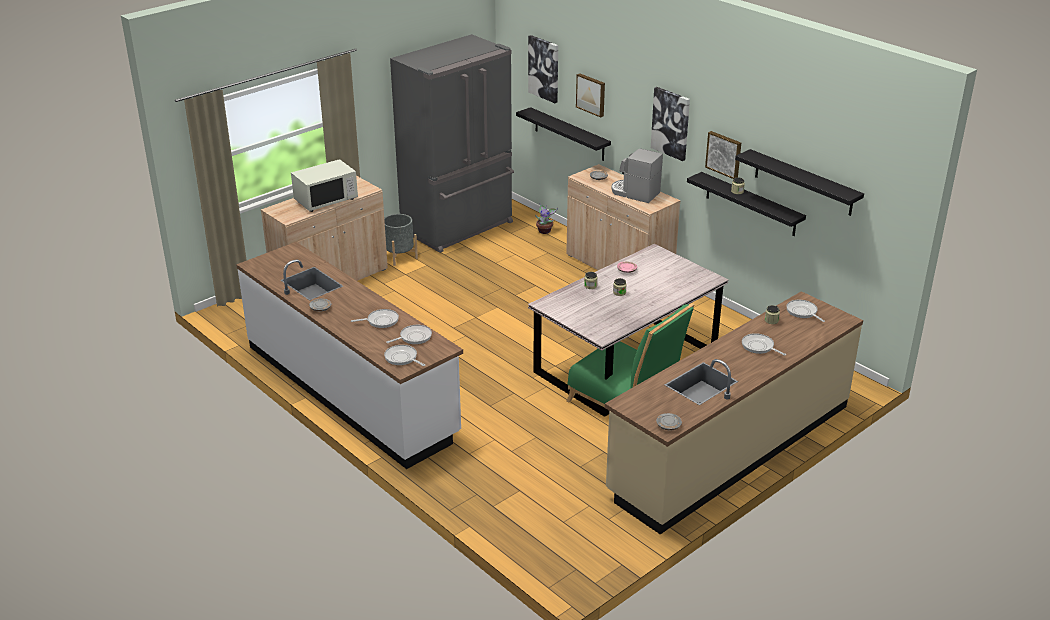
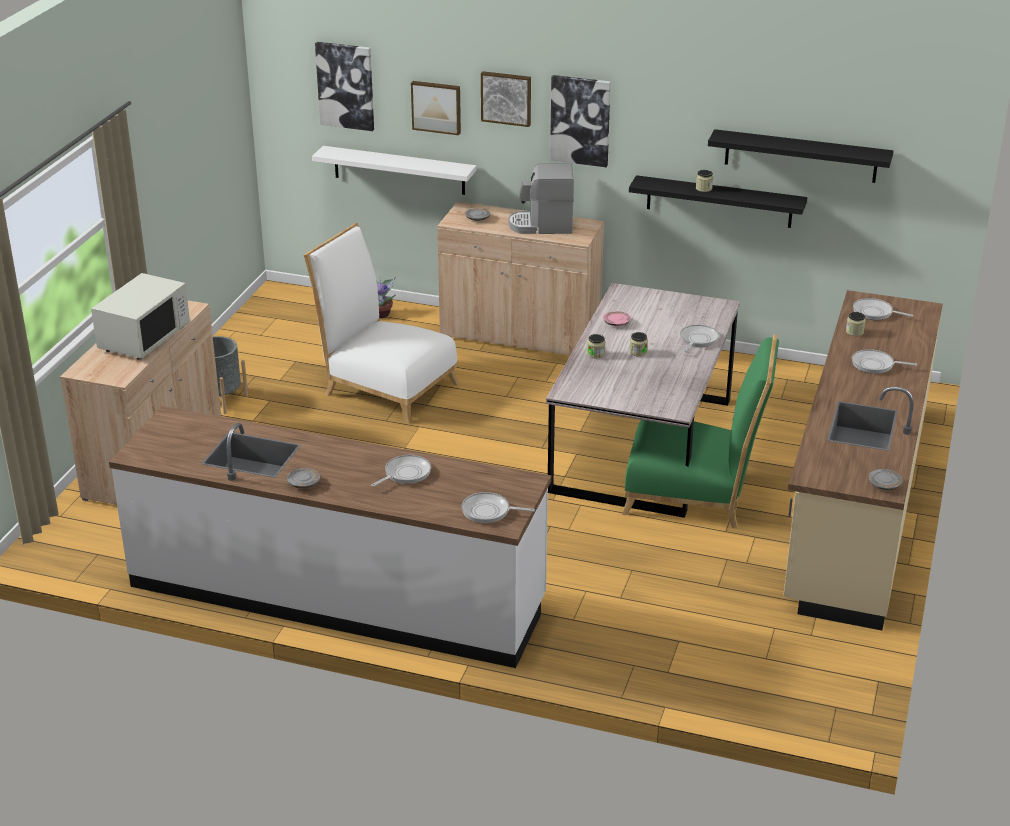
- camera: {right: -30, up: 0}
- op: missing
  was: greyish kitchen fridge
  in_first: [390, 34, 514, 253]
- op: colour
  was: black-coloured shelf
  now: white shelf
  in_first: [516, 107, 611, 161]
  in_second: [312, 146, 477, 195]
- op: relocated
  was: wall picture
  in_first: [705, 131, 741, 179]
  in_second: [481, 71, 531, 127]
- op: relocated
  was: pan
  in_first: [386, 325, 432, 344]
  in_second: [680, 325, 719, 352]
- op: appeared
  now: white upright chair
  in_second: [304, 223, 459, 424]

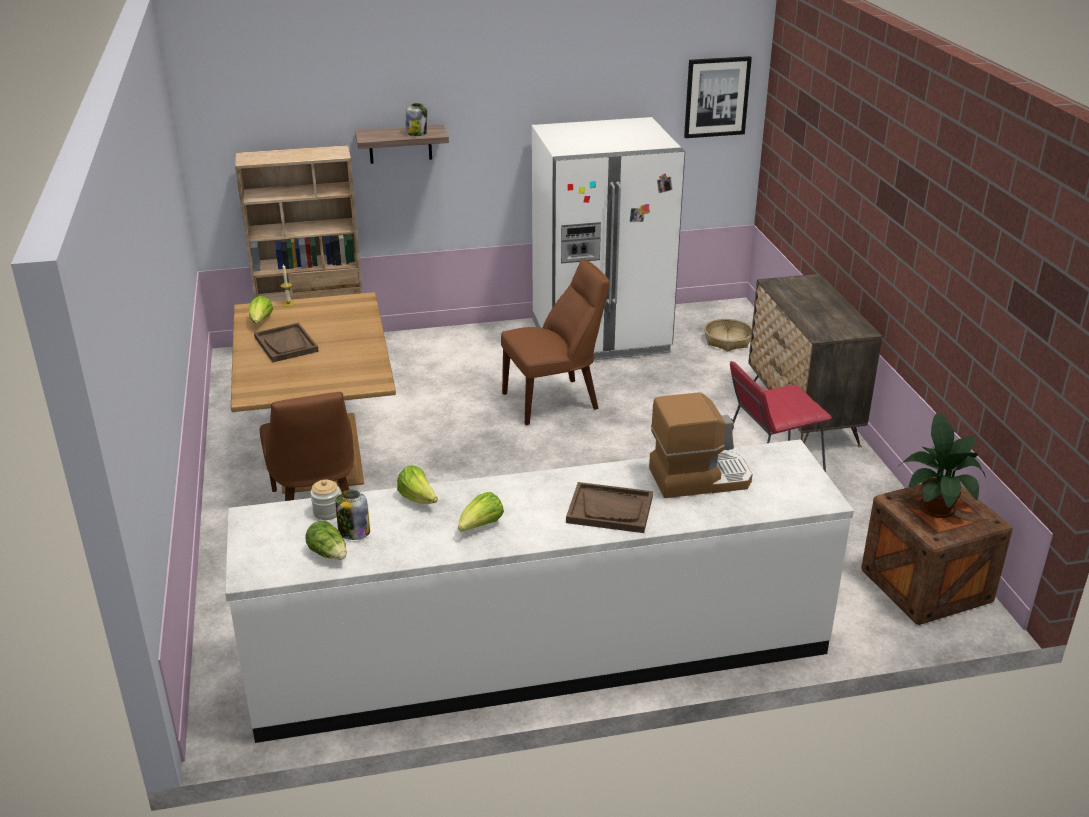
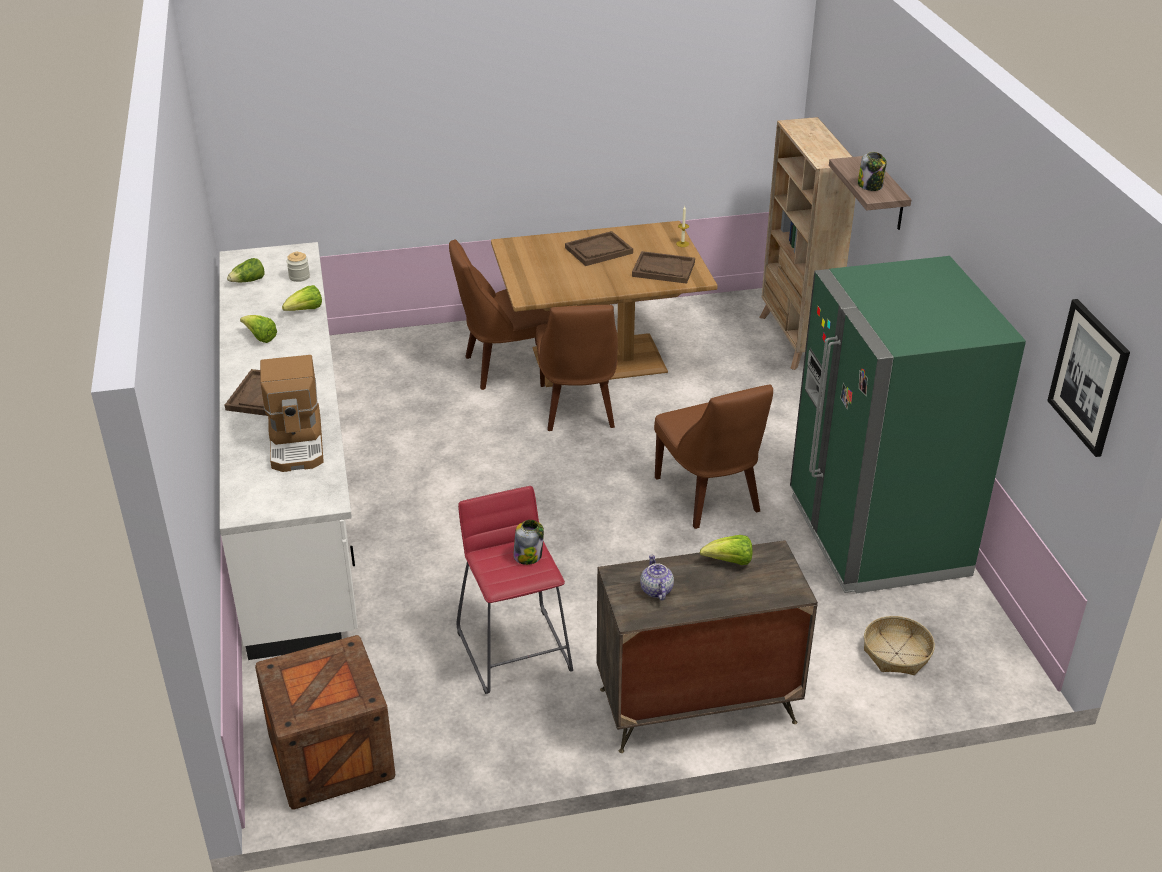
- camera: {right: 90, up: 5}
- op: colour
  was: white kitchen fridge
  now: green kitchen fridge
  in_first: [532, 117, 685, 360]
  in_second: [790, 256, 1026, 593]
- op: relocated
  was: head of lettuce
  in_first: [249, 296, 273, 324]
  in_second: [700, 535, 752, 565]
- op: missing
  was: potted plant
  in_first: [901, 413, 986, 518]
- op: relocated
  was: jar
  in_first: [336, 490, 370, 540]
  in_second: [513, 520, 544, 565]
- op: appeared
  now: brownish carrying tray
  in_second: [632, 251, 695, 284]
- op: appeared
  now: brownish upright chair
  in_second: [536, 305, 618, 431]
- op: appeared
  now: teapot
  in_second: [640, 554, 674, 601]

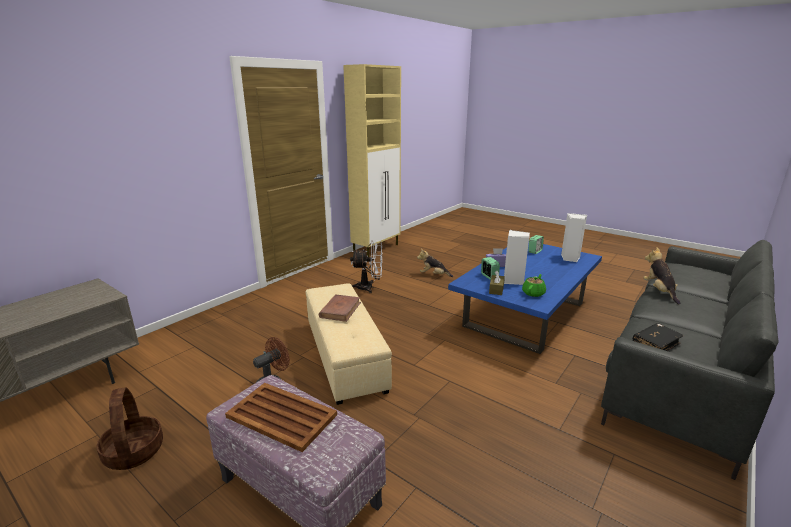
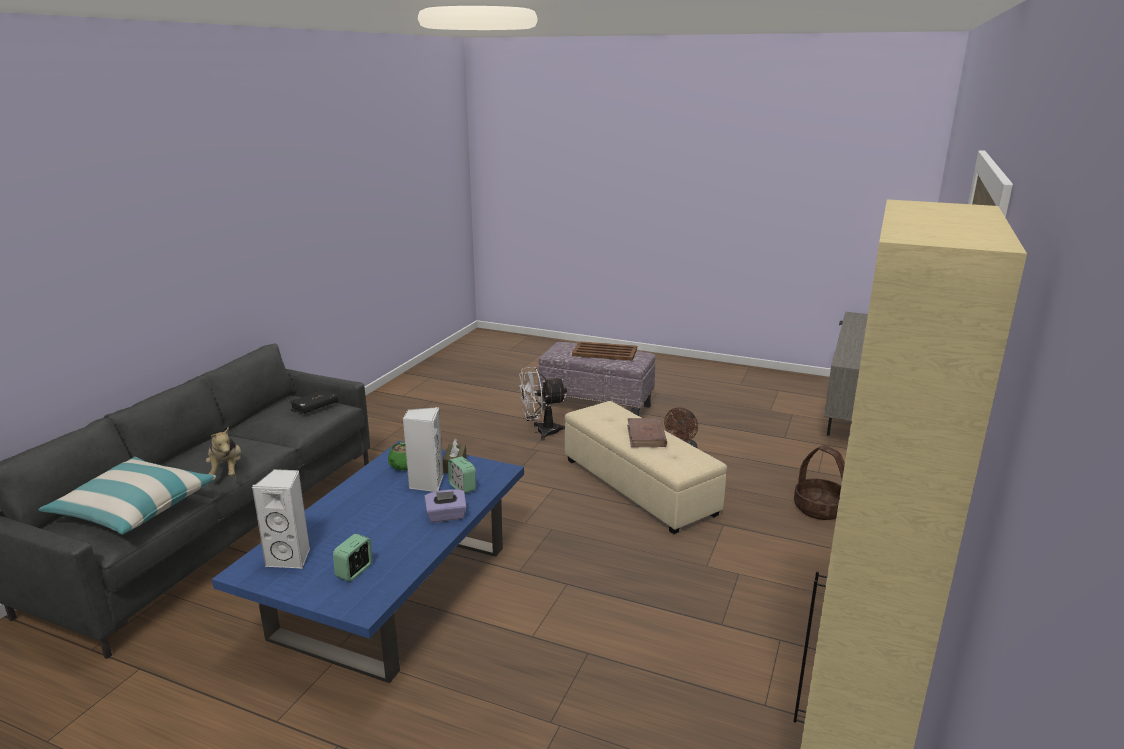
- camera: {right: 165, up: 0}
- op: relocated
  was: white fan
  in_first: [350, 240, 382, 293]
  in_second: [519, 367, 567, 440]
- op: missing
  was: plush toy
  in_first: [417, 248, 454, 277]
- op: relocated
  was: household basket
  in_first: [96, 387, 163, 470]
  in_second: [794, 445, 845, 520]
- op: appeared
  now: cushion
  in_second: [38, 457, 216, 535]

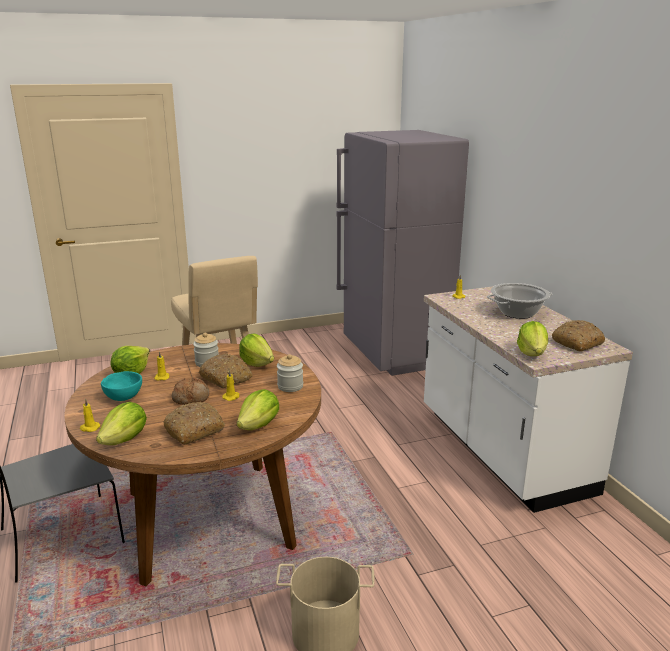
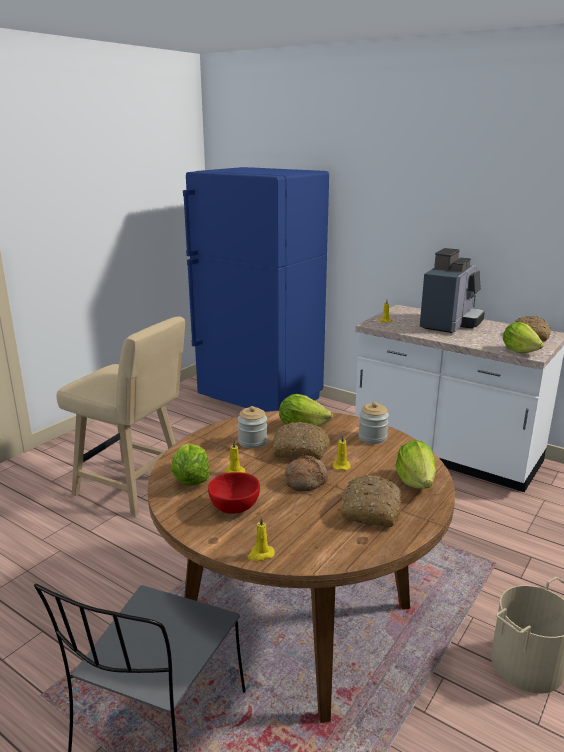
- camera: {right: -35, up: 0}
- op: colour
  was: greyish kitchen fridge
  now: blue kitchen fridge
  in_first: [337, 130, 469, 376]
  in_second: [183, 167, 329, 412]
- op: exchanged
  was: saucepot
  now: coffee maker
  in_first: [487, 283, 552, 319]
  in_second: [420, 248, 485, 333]
- op: colour
  was: turquoise-coloured bowl
  now: red bowl
  in_first: [101, 371, 142, 401]
  in_second: [208, 472, 260, 514]
- op: missing
  was: head of lettuce
  in_first: [96, 402, 147, 445]

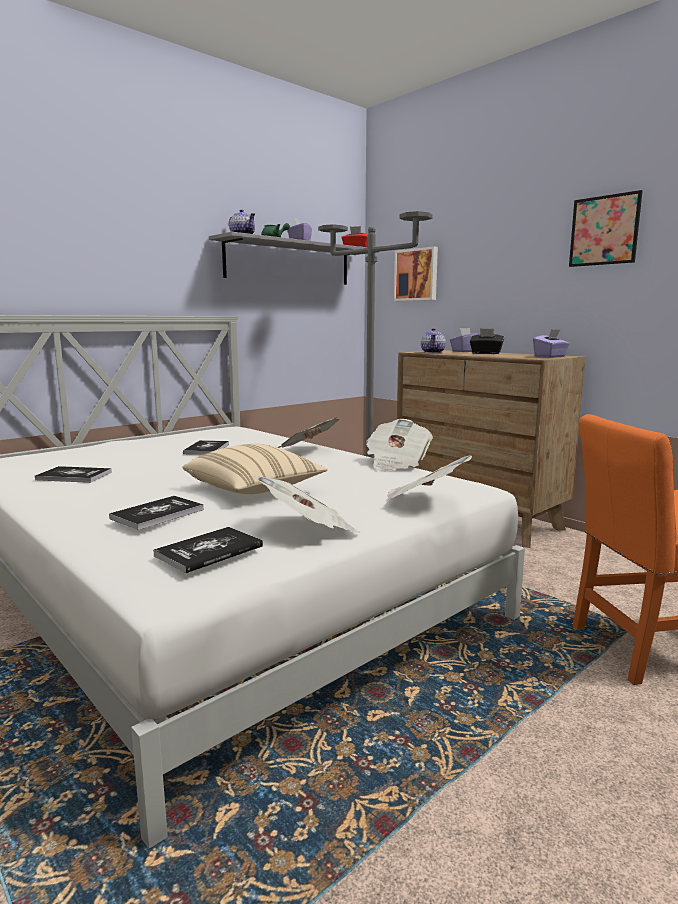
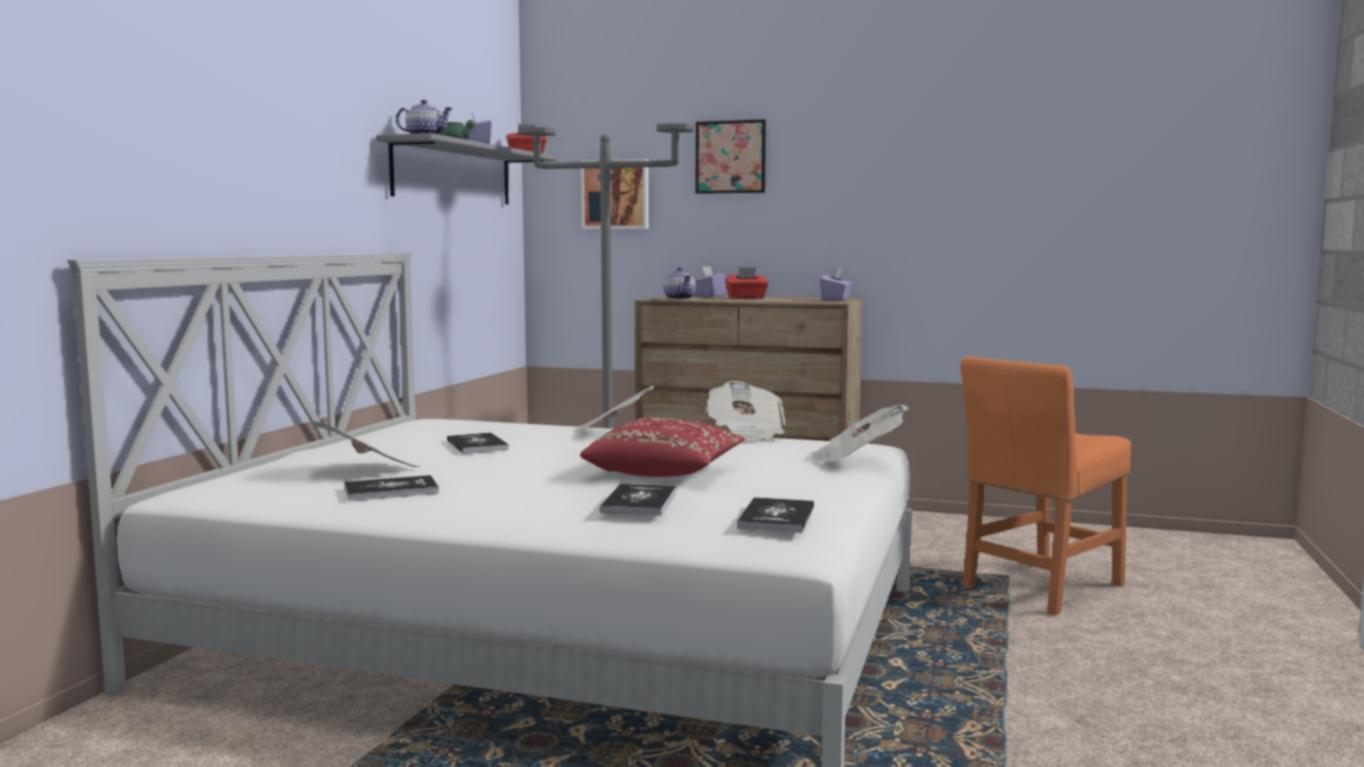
- camera: {right: -30, up: -5}
- op: relocated
  was: wall picture
  in_first: [569, 190, 642, 267]
  in_second: [696, 119, 766, 194]
- op: colour
  was: black-coloured tissue holder
  now: red tissue holder
  in_first: [470, 328, 504, 354]
  in_second: [725, 267, 769, 299]
- op: colour
  was: beige cushion
  now: red cushion
  in_first: [182, 444, 328, 494]
  in_second: [580, 417, 745, 477]
- op: relocated
  was: newspaper
  in_first: [254, 476, 360, 533]
  in_second: [310, 421, 420, 467]

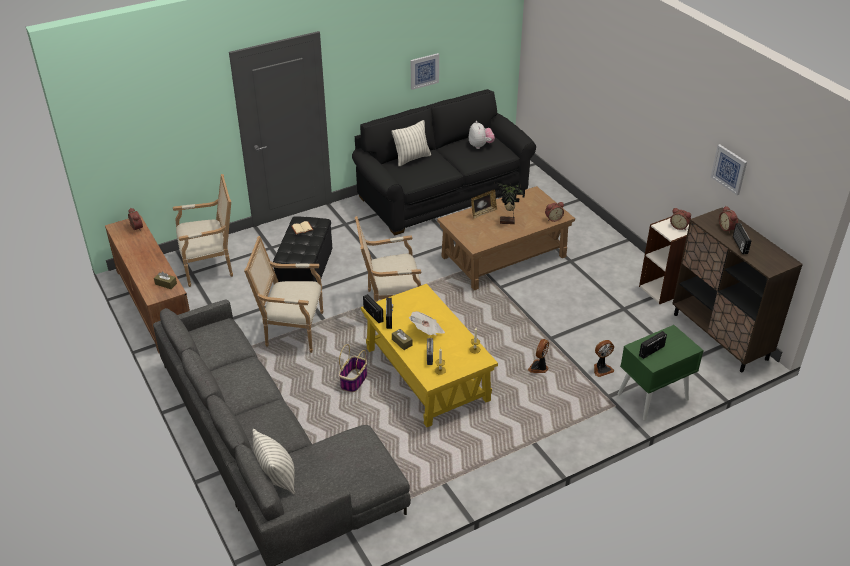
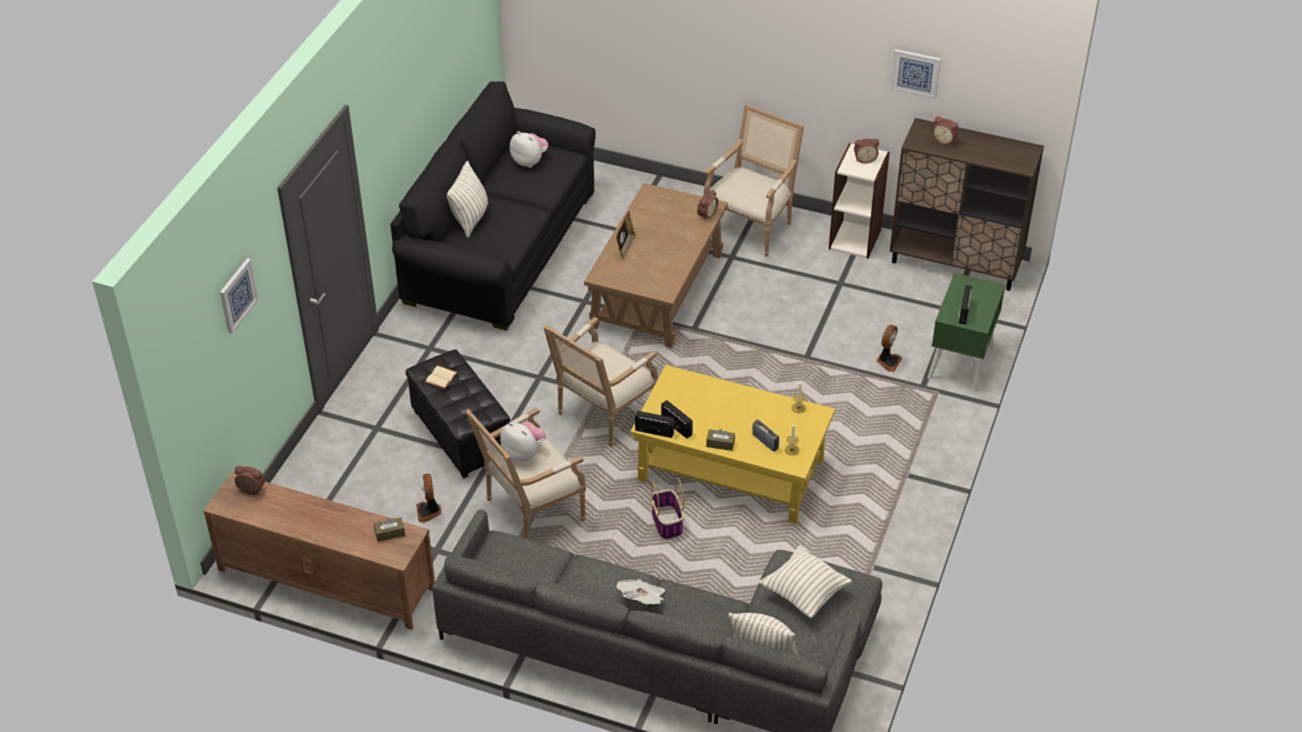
- camera: {right: -40, up: 5}
- op: relocated
  was: wall picture
  in_first: [411, 53, 439, 90]
  in_second: [220, 258, 259, 334]
- op: relocated
  was: armchair
  in_first: [173, 174, 233, 287]
  in_second: [704, 105, 804, 257]
- op: missing
  was: potted plant
  in_first: [494, 182, 525, 224]
- op: missing
  was: radio
  in_first: [733, 223, 751, 254]
- op: relocated
  was: newspaper
  in_first: [409, 311, 445, 335]
  in_second: [617, 579, 665, 604]
- op: relocated
  was: fan
  in_first: [528, 339, 549, 373]
  in_second: [416, 474, 441, 523]
- op: appeared
  now: plush toy
  in_second: [500, 421, 546, 462]
- op: appeared
  now: cushion
  in_second: [759, 546, 852, 618]

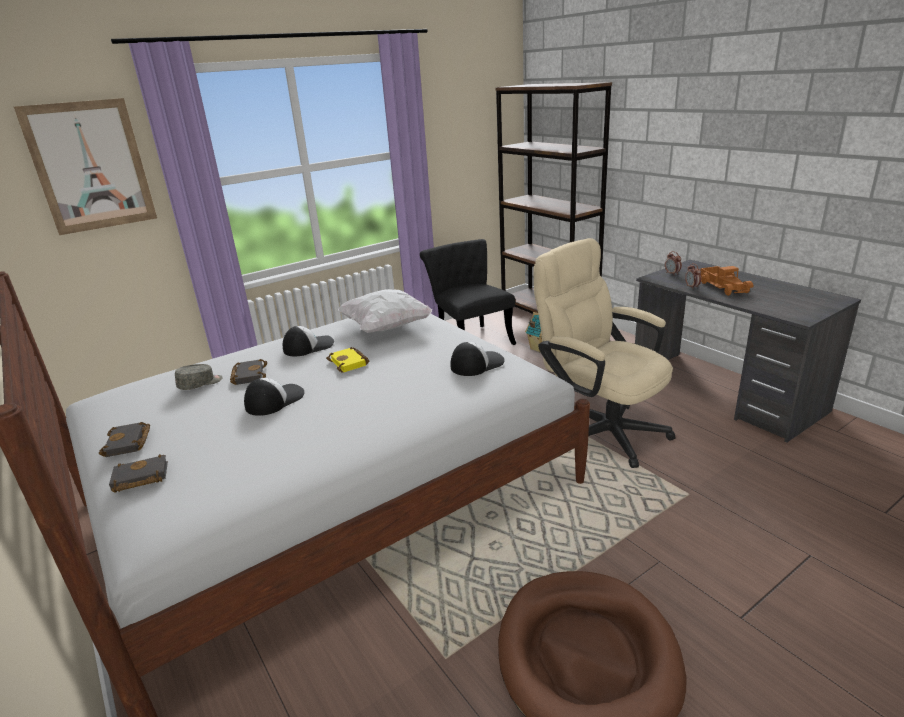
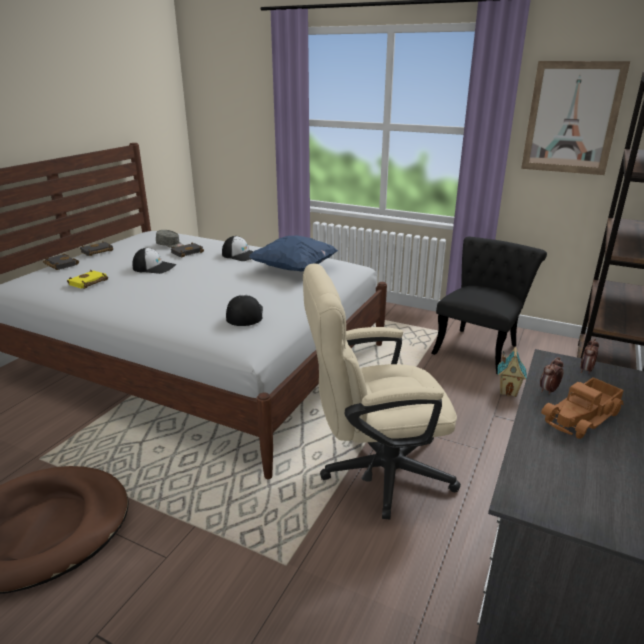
- camera: {right: 60, up: 0}
- op: relocated
  was: wall picture
  in_first: [14, 98, 157, 235]
  in_second: [521, 61, 630, 175]
- op: spun
  was: beige office chair
  in_first: [533, 238, 675, 468]
  in_second: [303, 263, 461, 520]
  clockwise: -120
- op: colour
  was: white cushion
  now: blue cushion
  in_first: [338, 289, 432, 333]
  in_second: [250, 235, 338, 272]
- op: spun
  was: peaked cap
  in_first: [451, 342, 504, 376]
  in_second: [226, 295, 263, 326]
  clockwise: -120
- op: relocated
  was: yellow bound book
  in_first: [326, 347, 370, 372]
  in_second: [67, 270, 108, 289]

